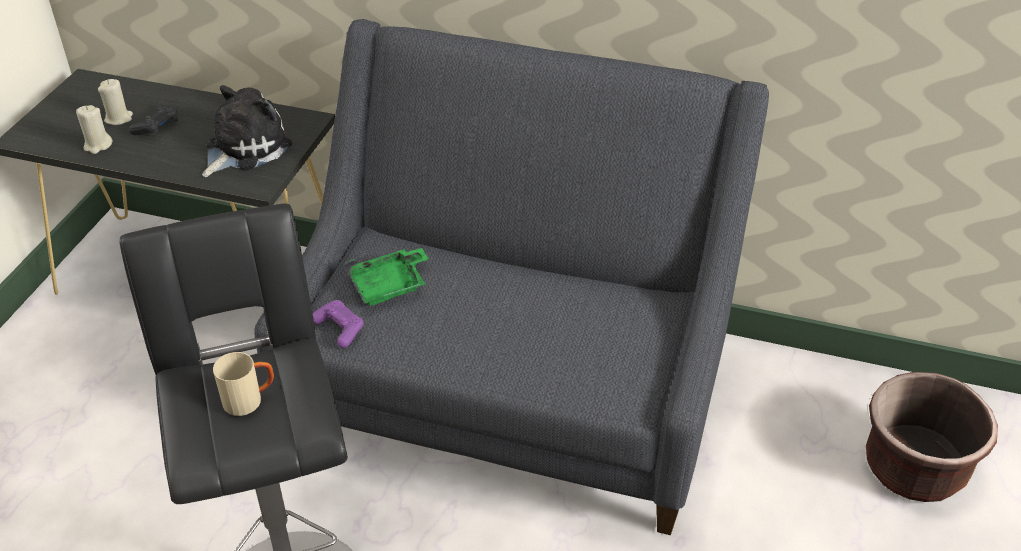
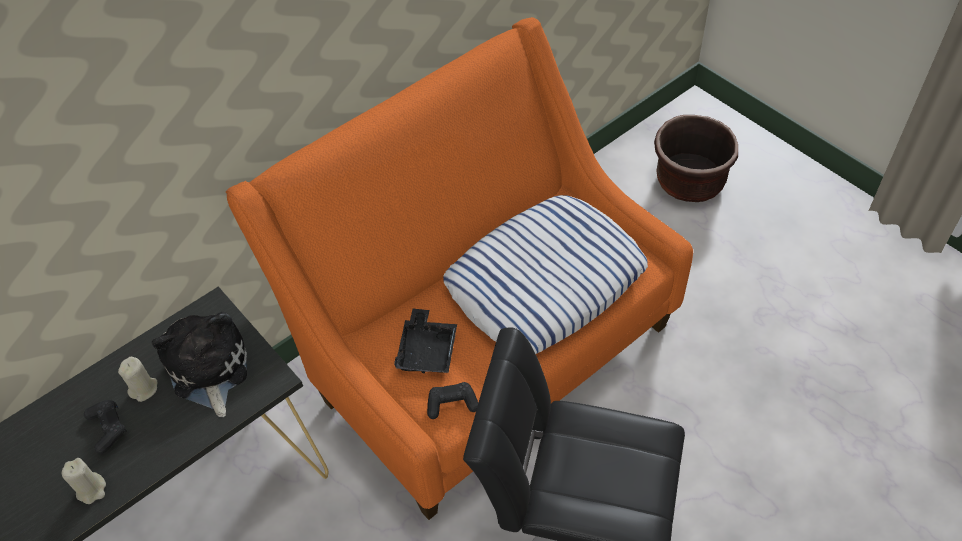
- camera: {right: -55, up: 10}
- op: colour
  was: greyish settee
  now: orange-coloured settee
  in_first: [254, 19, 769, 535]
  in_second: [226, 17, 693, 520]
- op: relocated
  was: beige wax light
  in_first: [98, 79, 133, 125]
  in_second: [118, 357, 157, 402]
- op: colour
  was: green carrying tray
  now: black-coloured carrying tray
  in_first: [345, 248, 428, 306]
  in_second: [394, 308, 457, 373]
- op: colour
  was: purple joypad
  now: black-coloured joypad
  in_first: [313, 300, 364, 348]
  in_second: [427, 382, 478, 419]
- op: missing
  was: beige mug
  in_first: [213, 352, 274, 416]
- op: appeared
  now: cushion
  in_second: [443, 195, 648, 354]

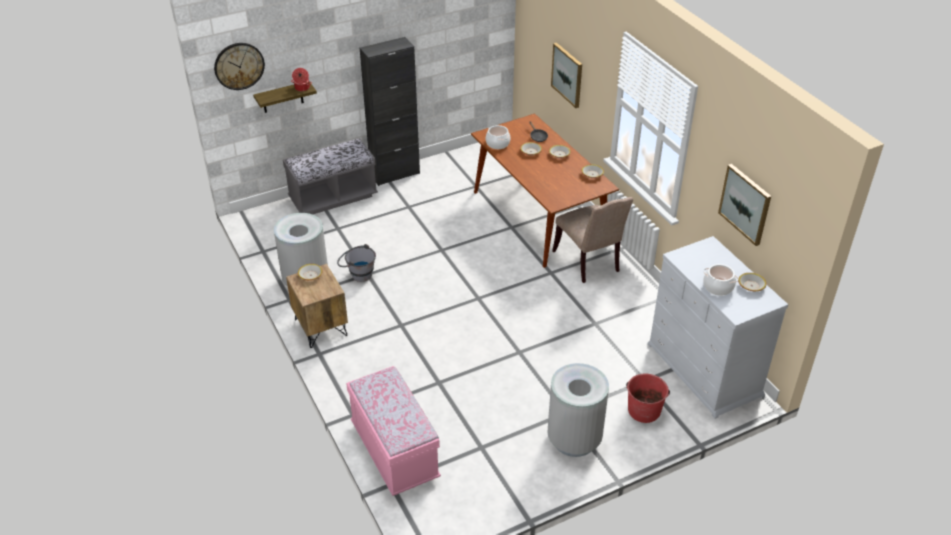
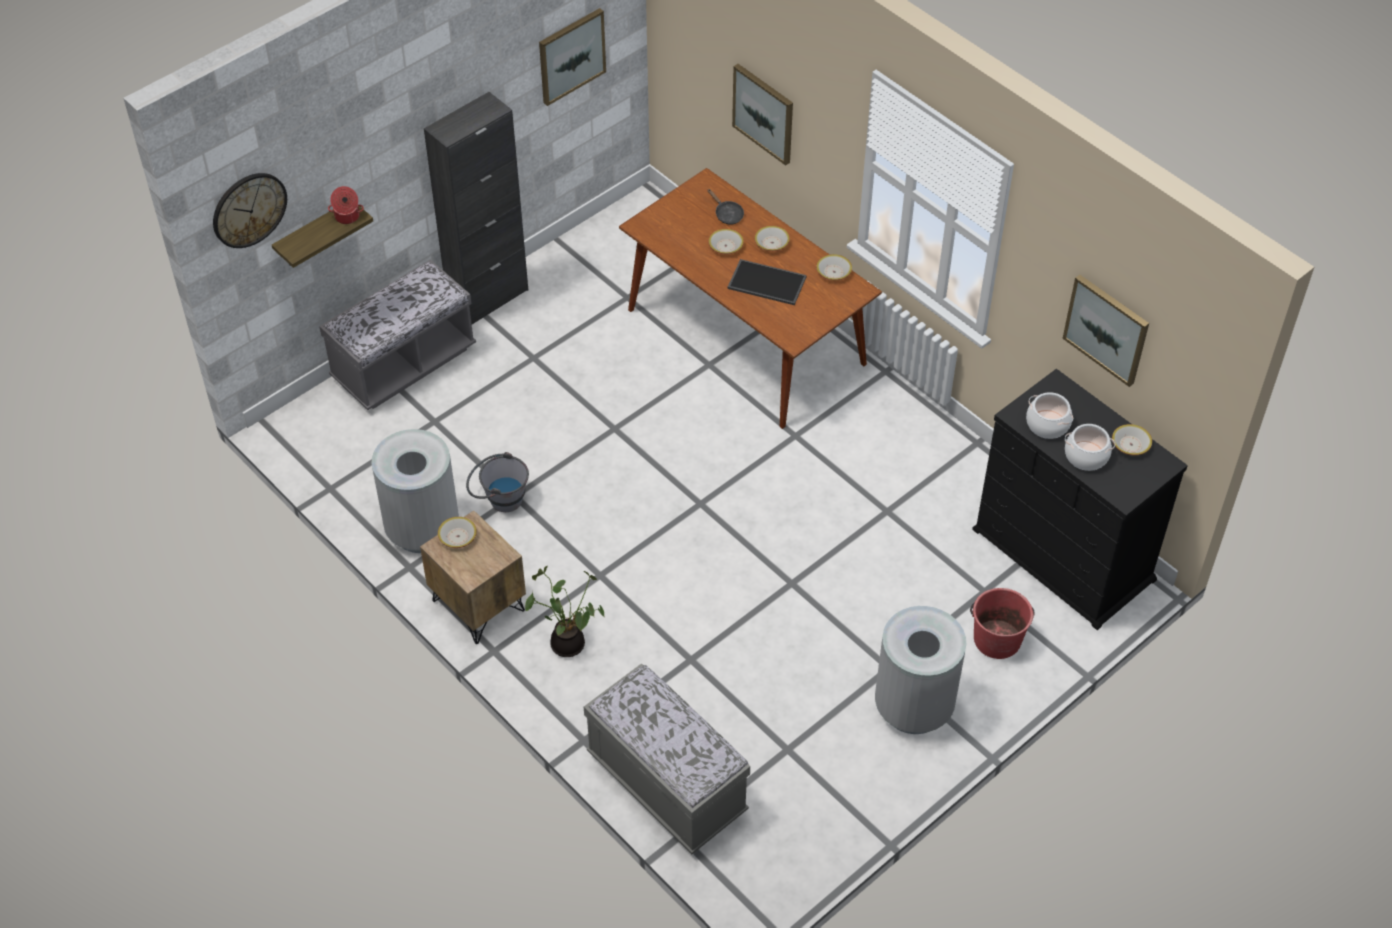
- camera: {right: -15, up: 10}
- op: relocated
  was: saucepot
  in_first: [486, 125, 510, 149]
  in_second: [1026, 392, 1073, 439]
- op: missing
  was: beige upright chair
  in_first: [552, 197, 633, 283]
- op: colour
  was: white dresser
  now: black-coloured dresser
  in_first: [648, 236, 788, 419]
  in_second: [972, 369, 1188, 630]
- op: colour
  was: pink long seat
  now: greyish long seat
  in_first: [346, 366, 441, 496]
  in_second: [584, 663, 750, 854]
- op: appeared
  now: wall picture
  in_second: [539, 8, 606, 106]
- op: appeared
  now: carrying tray
  in_second: [728, 259, 807, 305]
- op: appeared
  now: potted plant
  in_second: [525, 566, 605, 657]

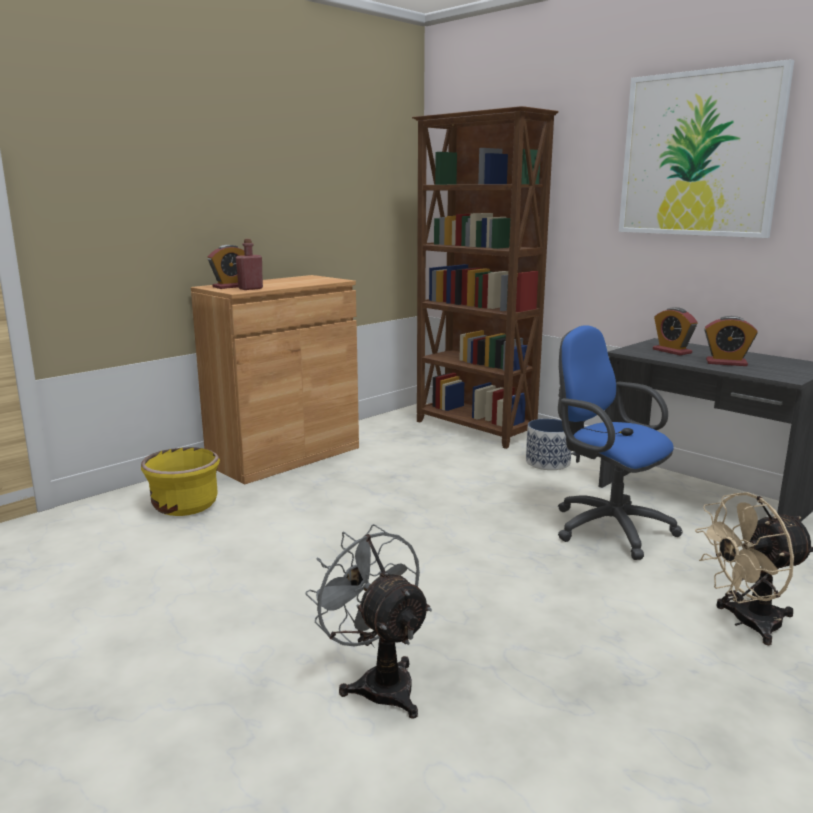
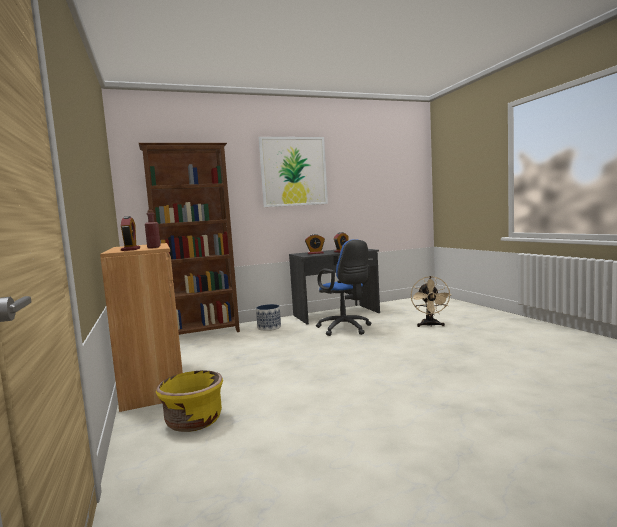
- camera: {right: -65, up: -10}
- op: spun
  was: blue office chair
  in_first: [558, 325, 683, 560]
  in_second: [316, 239, 372, 336]
  clockwise: -105
- op: missing
  was: greyish fan
  in_first: [305, 524, 432, 718]

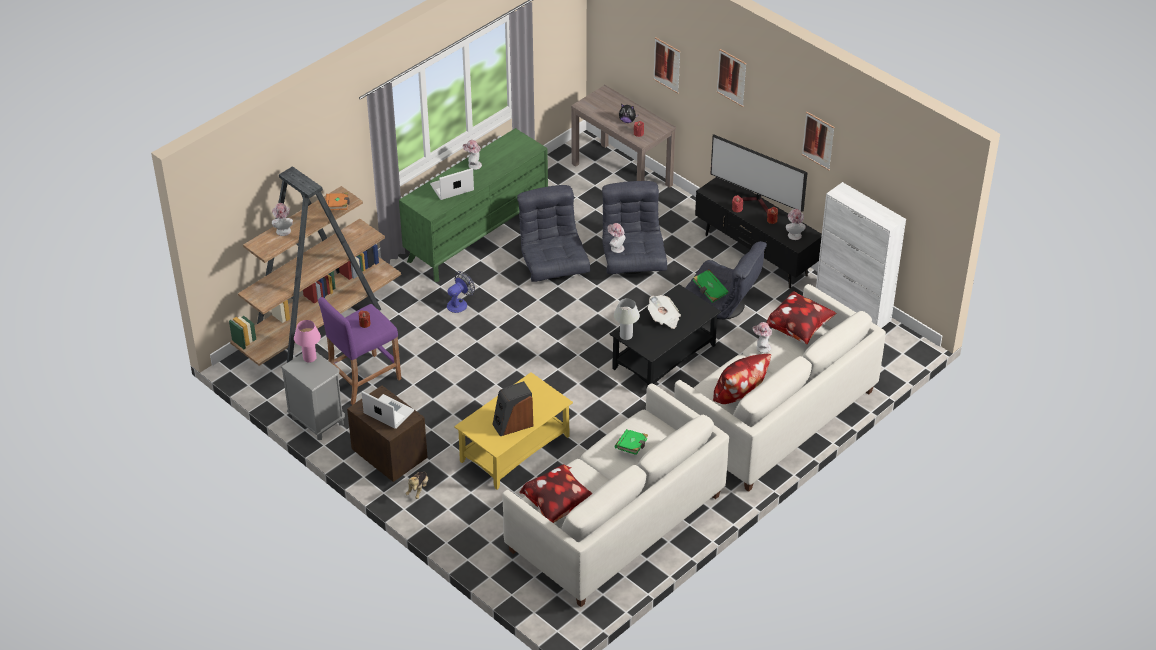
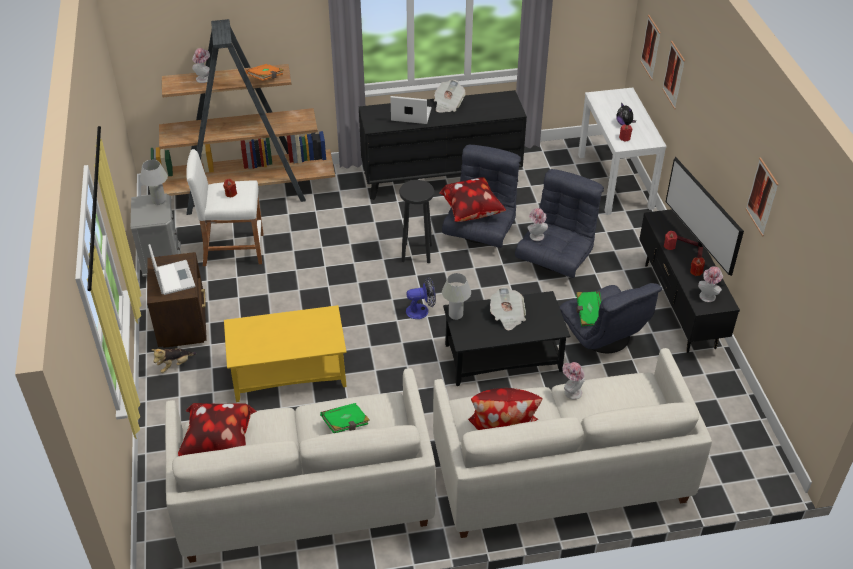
- camera: {right: 35, up: 0}
- op: relocated
  was: wall picture
  in_first: [717, 49, 747, 107]
  in_second: [640, 15, 661, 80]
- op: colour
  was: brownish console table
  now: white console table
  in_first: [571, 85, 676, 188]
  in_second: [578, 88, 667, 215]
- op: colour
  was: green dresser
  now: black-coloured dresser
  in_first: [399, 128, 548, 282]
  in_second: [359, 90, 527, 200]
- op: exchanged
  was: clothing hat
  now: newspaper
  in_first: [463, 140, 482, 170]
  in_second: [434, 80, 466, 113]
- op: missing
  was: white cabinet
  in_first: [816, 182, 906, 328]
- op: relocated
  was: fan
  in_first: [447, 271, 475, 313]
  in_second: [406, 277, 436, 319]
- op: relocated
  was: cushion
  in_first: [766, 291, 836, 344]
  in_second: [439, 177, 506, 222]
- op: colour
  was: purple stool
  now: white stool
  in_first: [318, 297, 401, 405]
  in_second: [186, 149, 264, 266]
- op: colour
  was: pink tabletop lamp
  now: white tabletop lamp
  in_first: [294, 320, 321, 363]
  in_second: [140, 160, 168, 205]
- op: missing
  was: loudspeaker
  in_first: [492, 381, 533, 436]
- op: appeared
  now: black-coloured stool
  in_second: [399, 180, 434, 263]

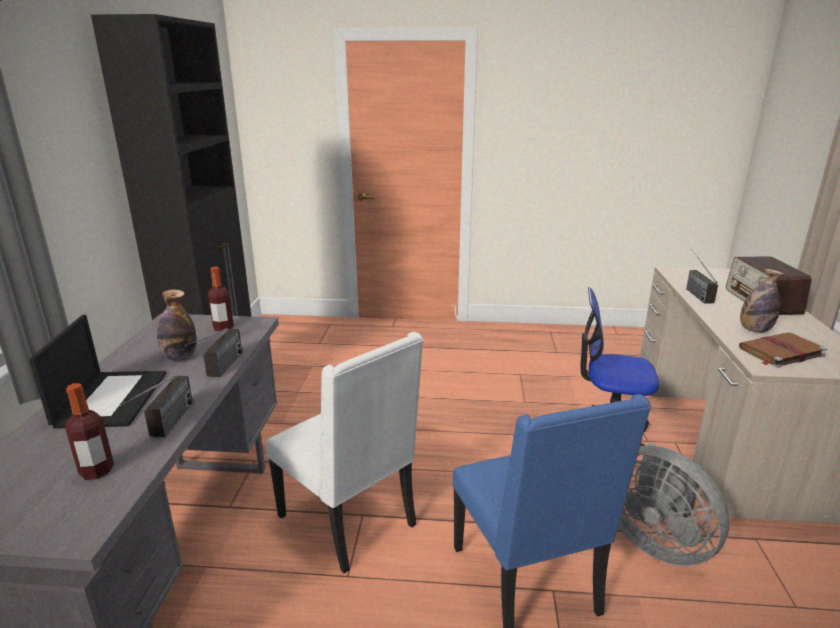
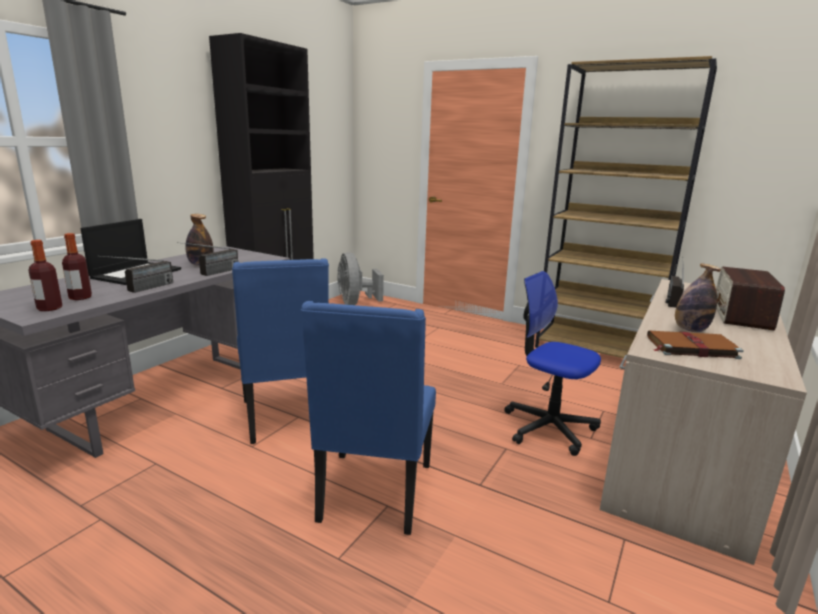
- camera: {right: 25, up: -5}
- op: relocated
  was: drink bottle
  in_first: [208, 267, 234, 331]
  in_second: [28, 240, 63, 311]
- op: colour
  was: white upright chair
  now: blue upright chair
  in_first: [266, 332, 423, 574]
  in_second: [232, 258, 329, 444]
- op: relocated
  was: greyish fan
  in_first: [618, 443, 729, 566]
  in_second: [337, 252, 384, 305]
- op: appeared
  now: brownish bookshelf
  in_second: [535, 56, 717, 358]

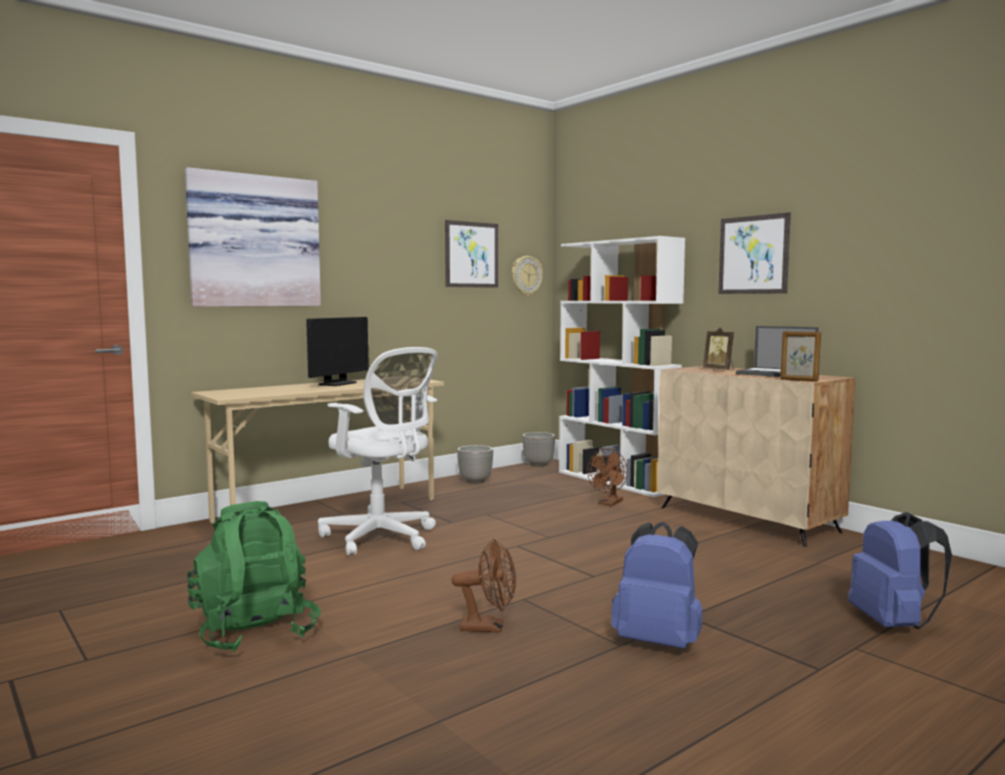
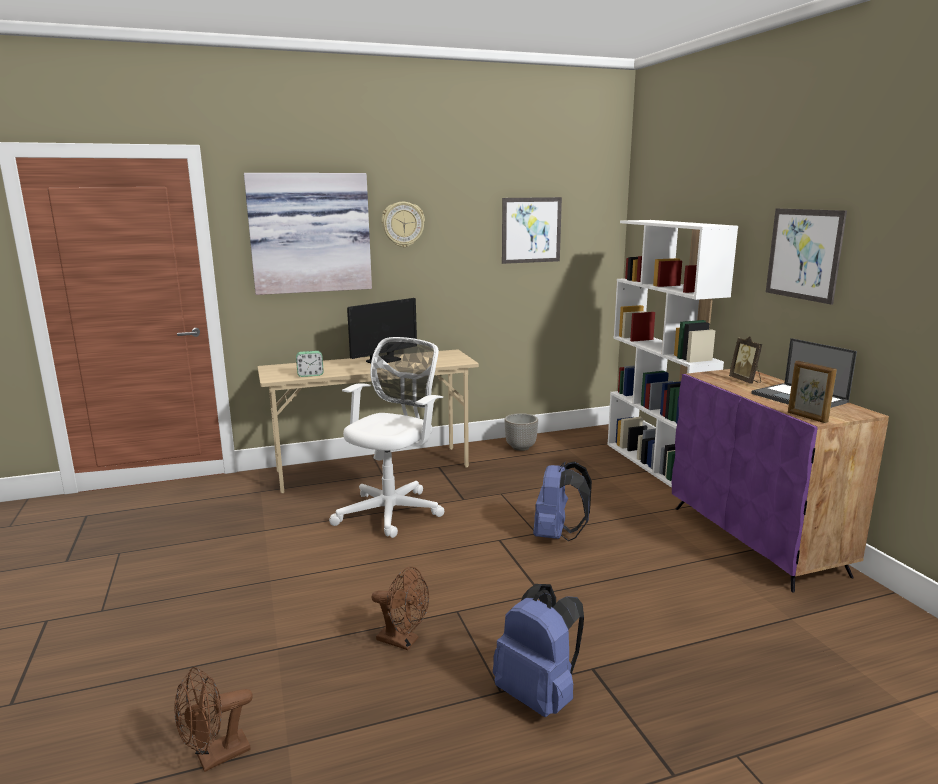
- camera: {right: 20, up: 10}
- op: relocated
  was: wall clock
  in_first: [512, 256, 543, 296]
  in_second: [382, 202, 425, 247]
- op: spun
  was: white office chair
  in_first: [318, 347, 438, 556]
  in_second: [329, 337, 444, 538]
  clockwise: -120
- op: colour
  was: beige cabinet
  now: purple cabinet
  in_first: [657, 366, 855, 547]
  in_second: [672, 369, 889, 593]
- op: missing
  was: plant pot
  in_first: [522, 432, 555, 467]
- op: relocated
  was: brownish fan
  in_first: [587, 449, 628, 506]
  in_second: [174, 667, 253, 772]
- op: missing
  was: green knapsack
  in_first: [187, 501, 321, 652]
- op: relocated
  was: blue knapsack
  in_first: [848, 512, 952, 629]
  in_second: [533, 462, 592, 541]
- op: appeared
  now: bedside clock
  in_second: [296, 351, 324, 377]

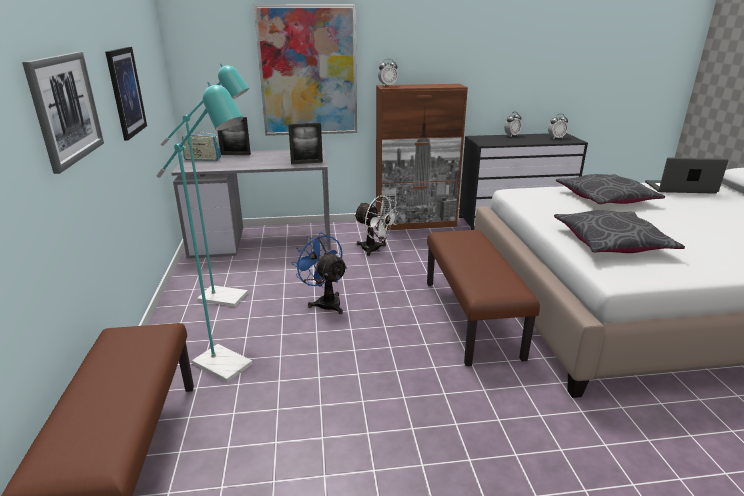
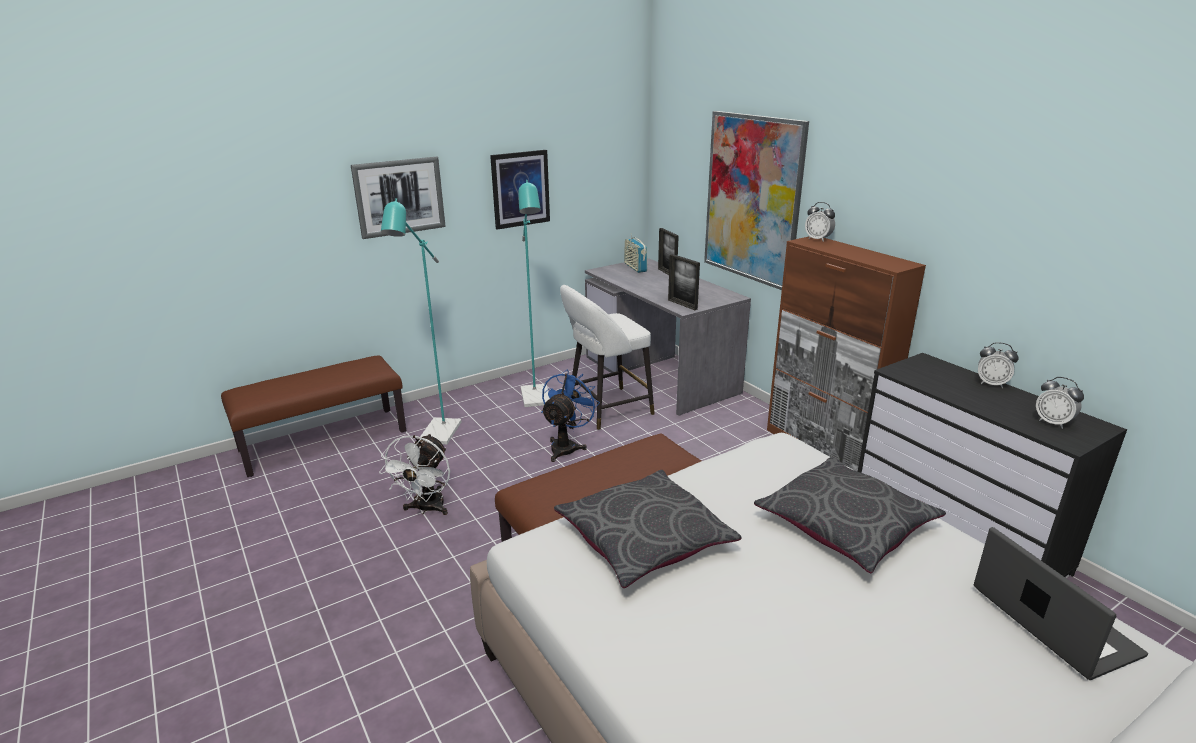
- camera: {right: 65, up: 0}
- op: relocated
  was: white fan
  in_first: [354, 195, 399, 256]
  in_second: [379, 434, 450, 515]
- op: appeared
  now: white stool
  in_second: [560, 285, 655, 430]

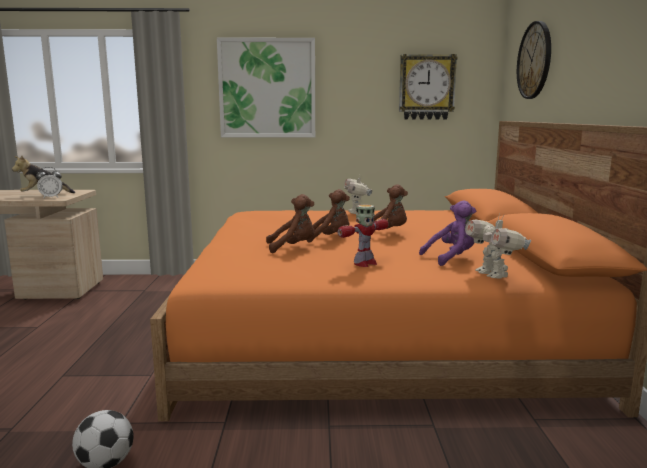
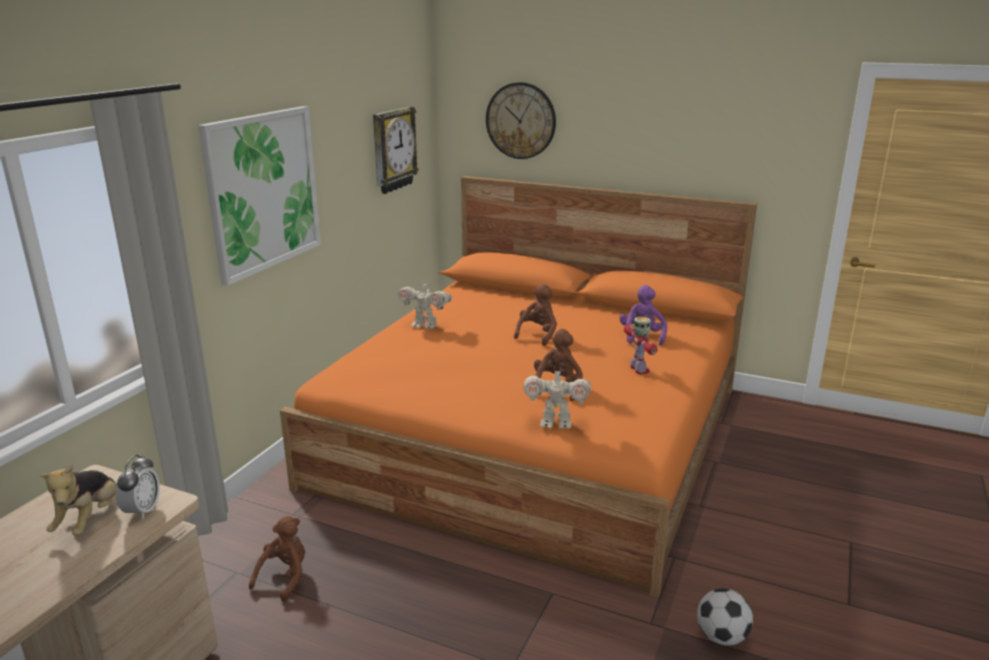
- camera: {right: -65, up: 10}
- op: relocated
  was: brownish plush toy
  in_first: [307, 189, 350, 243]
  in_second: [249, 516, 305, 602]
- op: relocated
  was: robot figure
  in_first: [465, 213, 531, 279]
  in_second: [524, 366, 591, 428]

